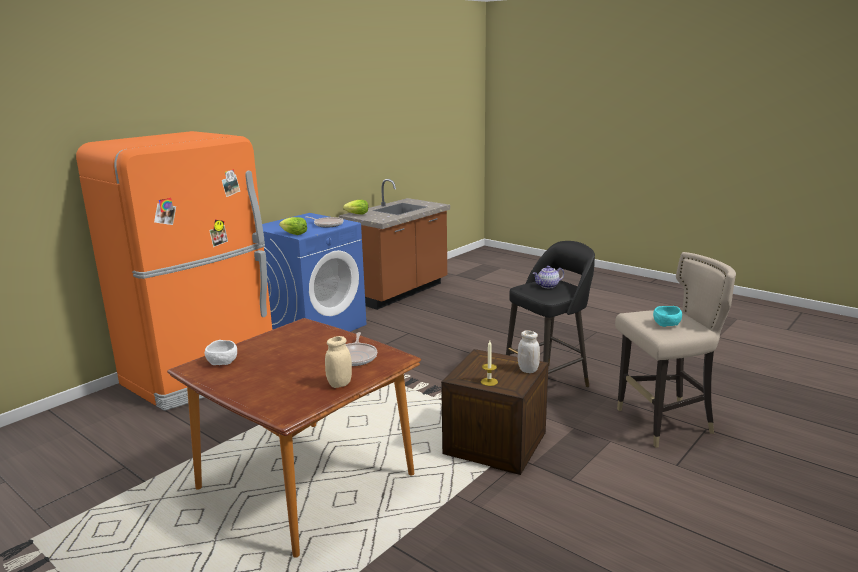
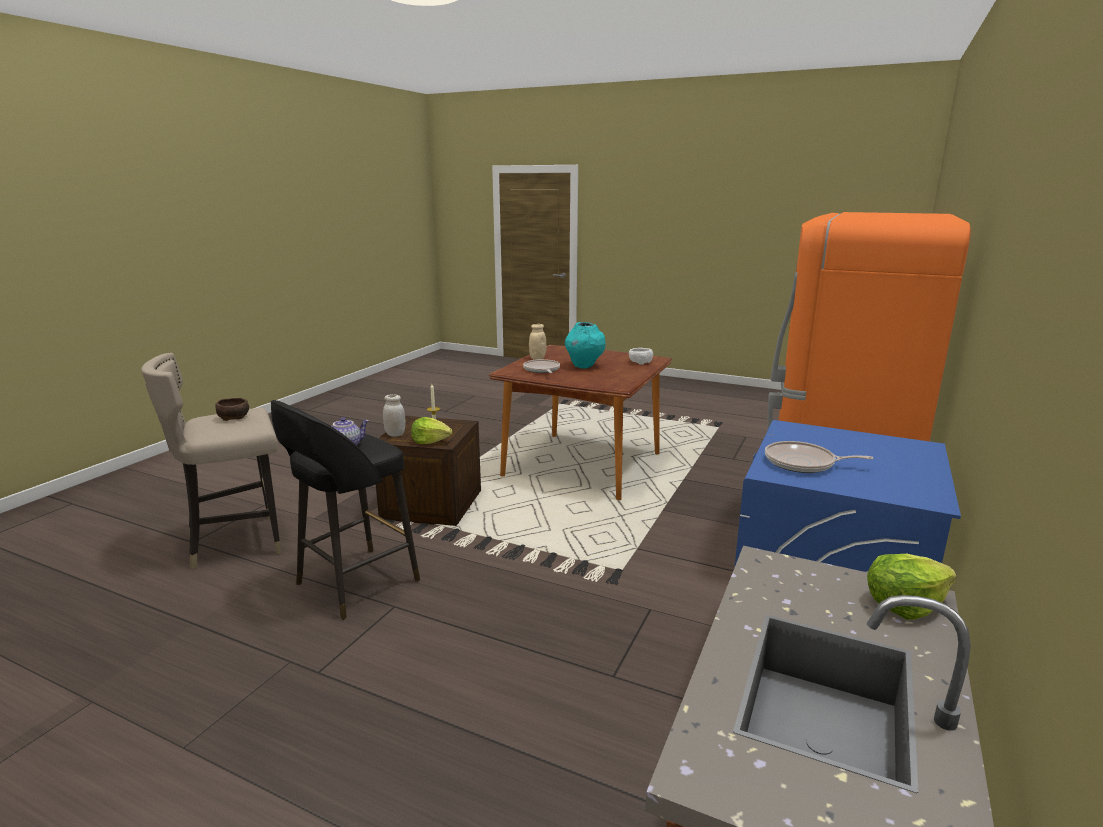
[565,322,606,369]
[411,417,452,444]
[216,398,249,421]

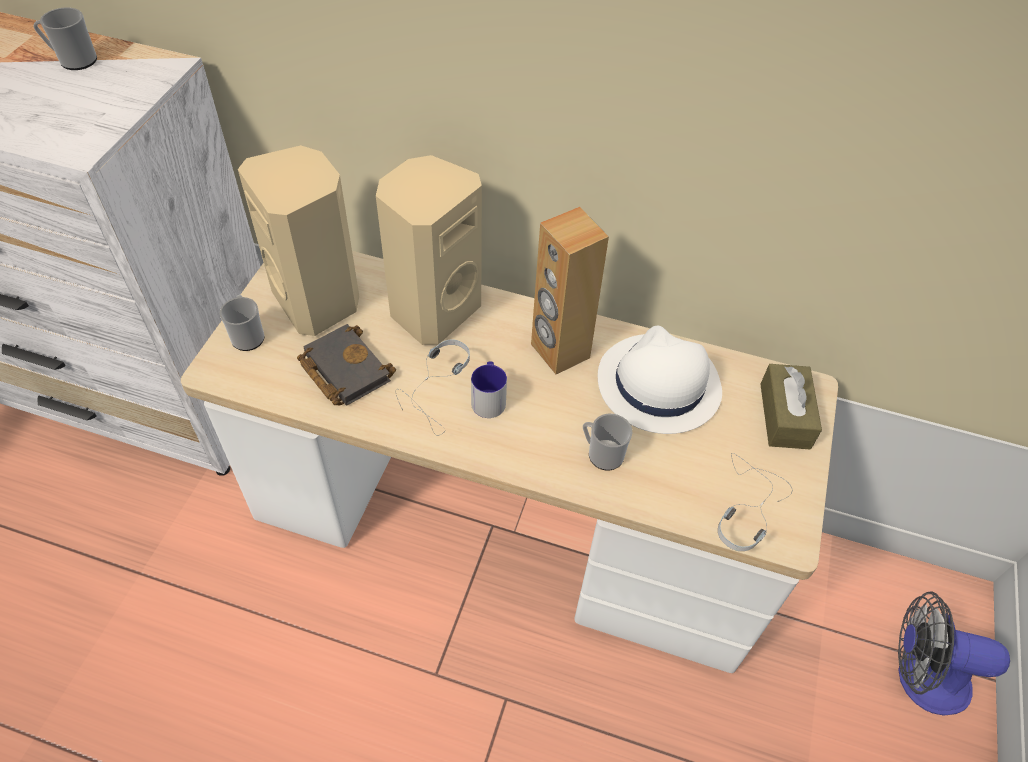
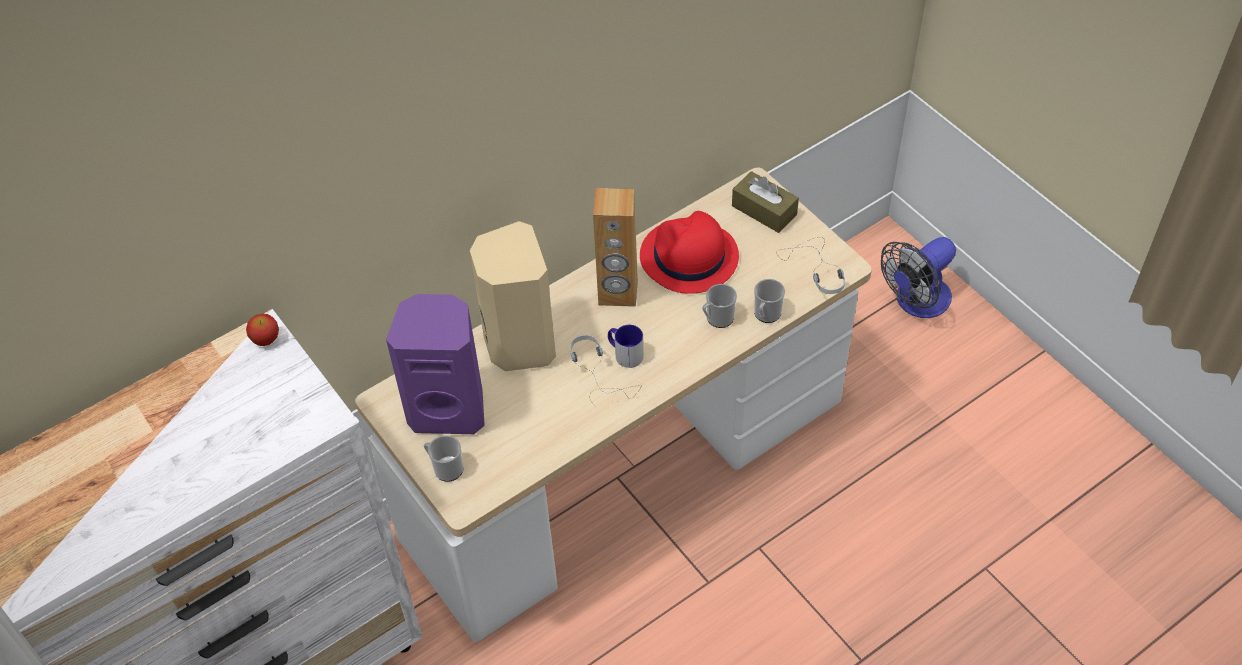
[297,324,396,406] (first image)
[246,314,279,346]
[754,279,785,323]
[386,294,485,434]
[640,211,739,294]

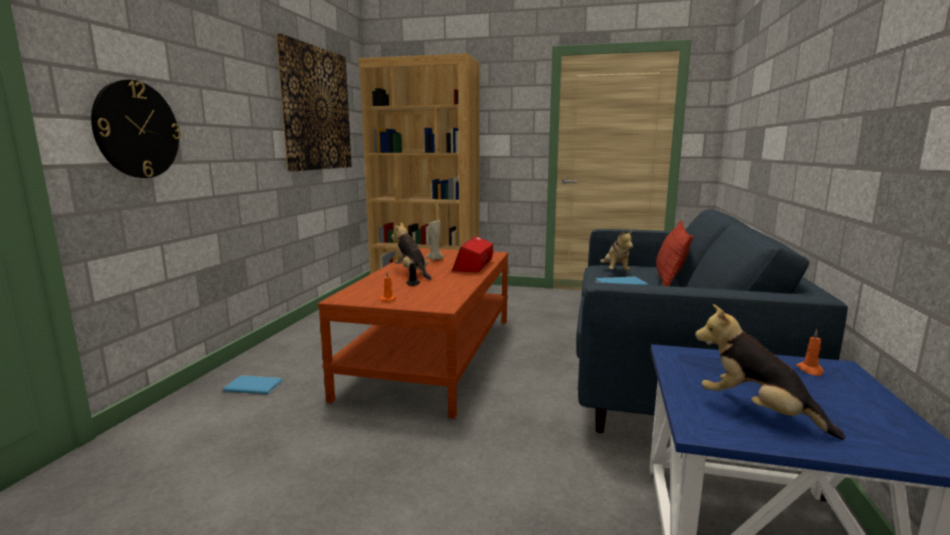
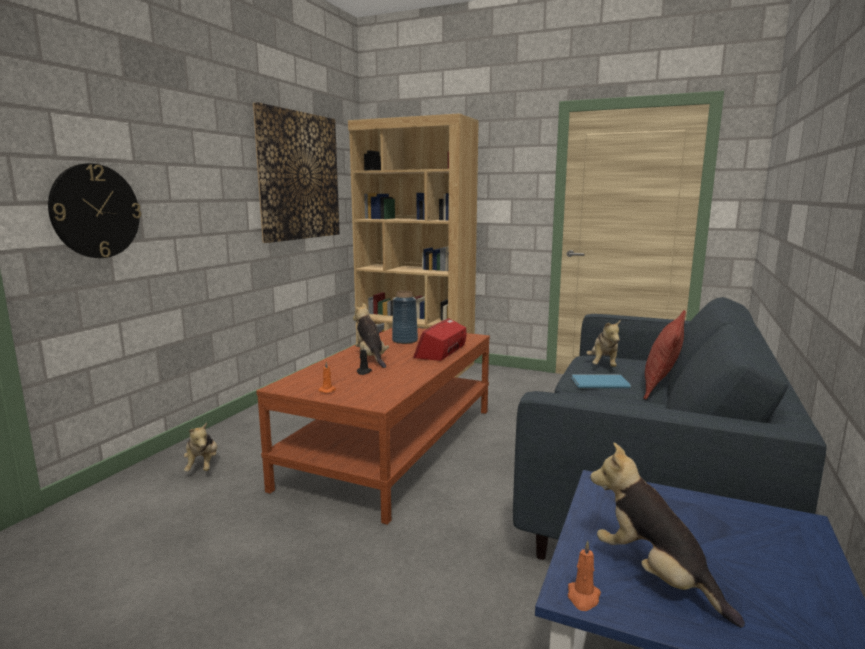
[568,540,601,611]
[184,422,217,472]
[392,291,418,344]

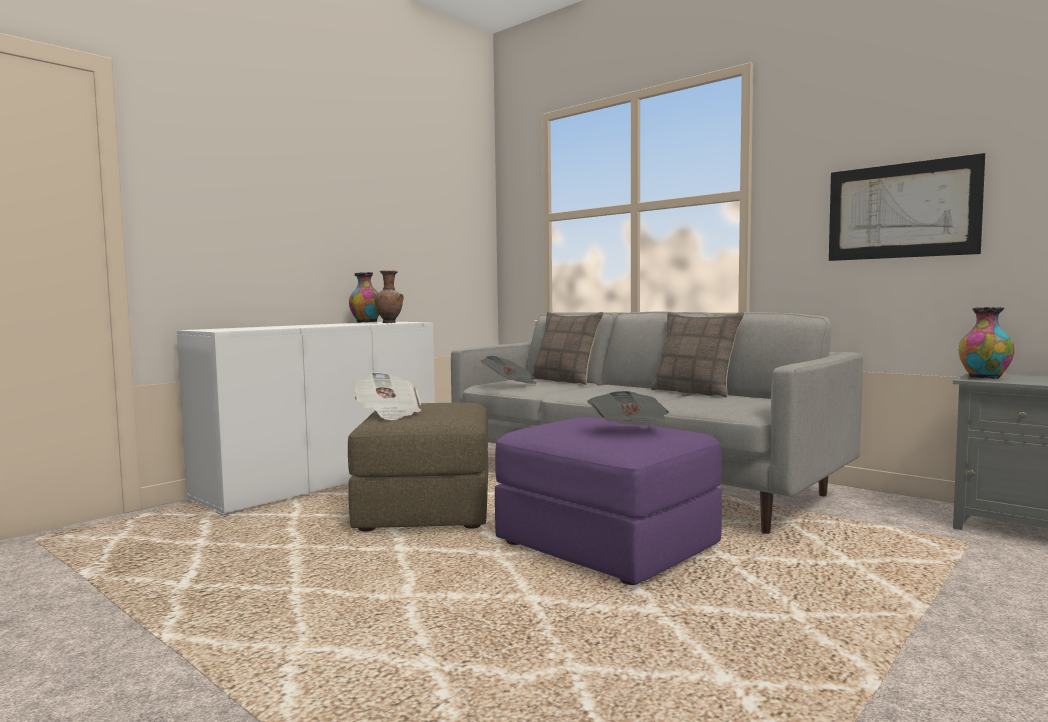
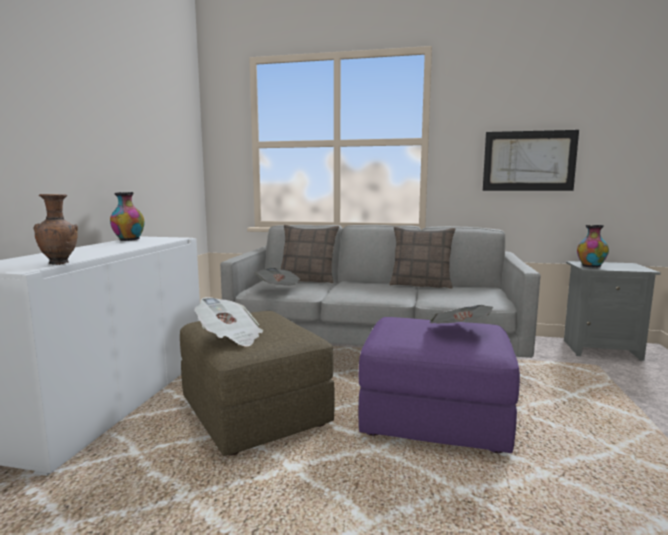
[34,194,78,265]

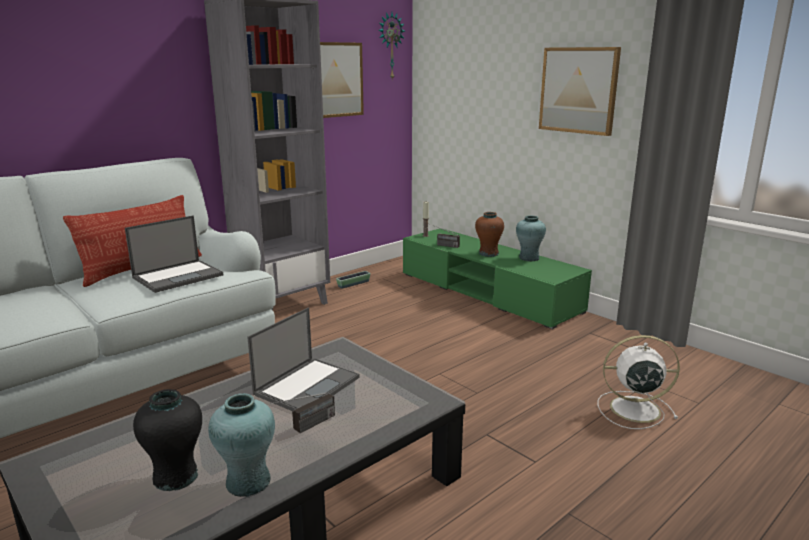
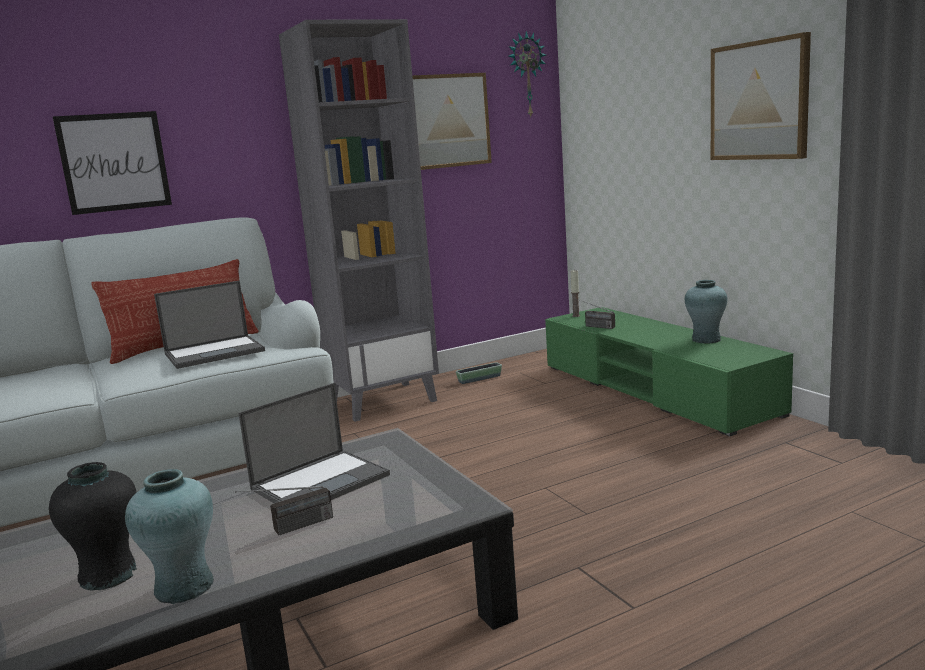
[475,212,504,257] (first image)
[598,335,680,429] (first image)
[53,111,172,215]

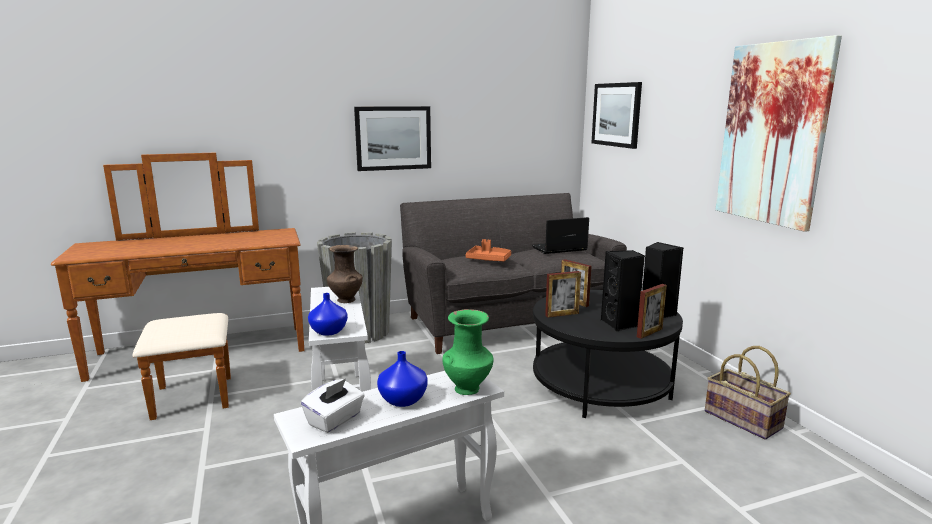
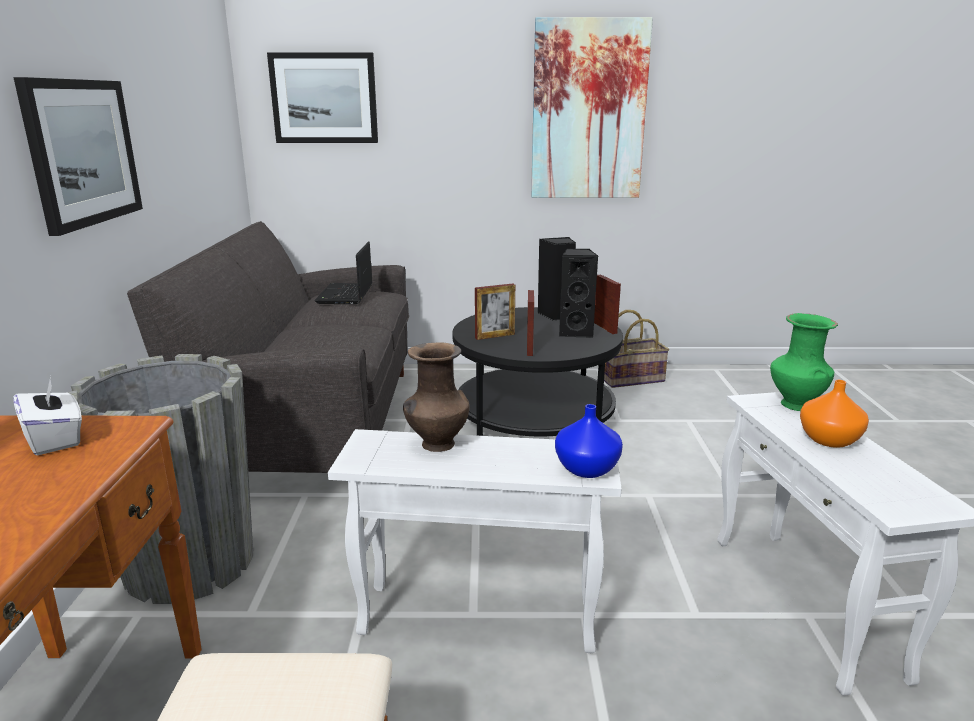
[466,239,511,261] (first image)
[13,376,82,455]
[800,380,869,448]

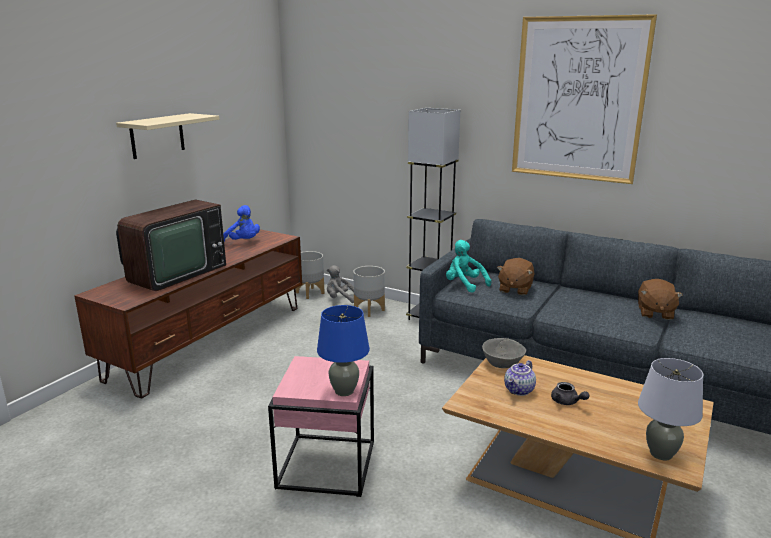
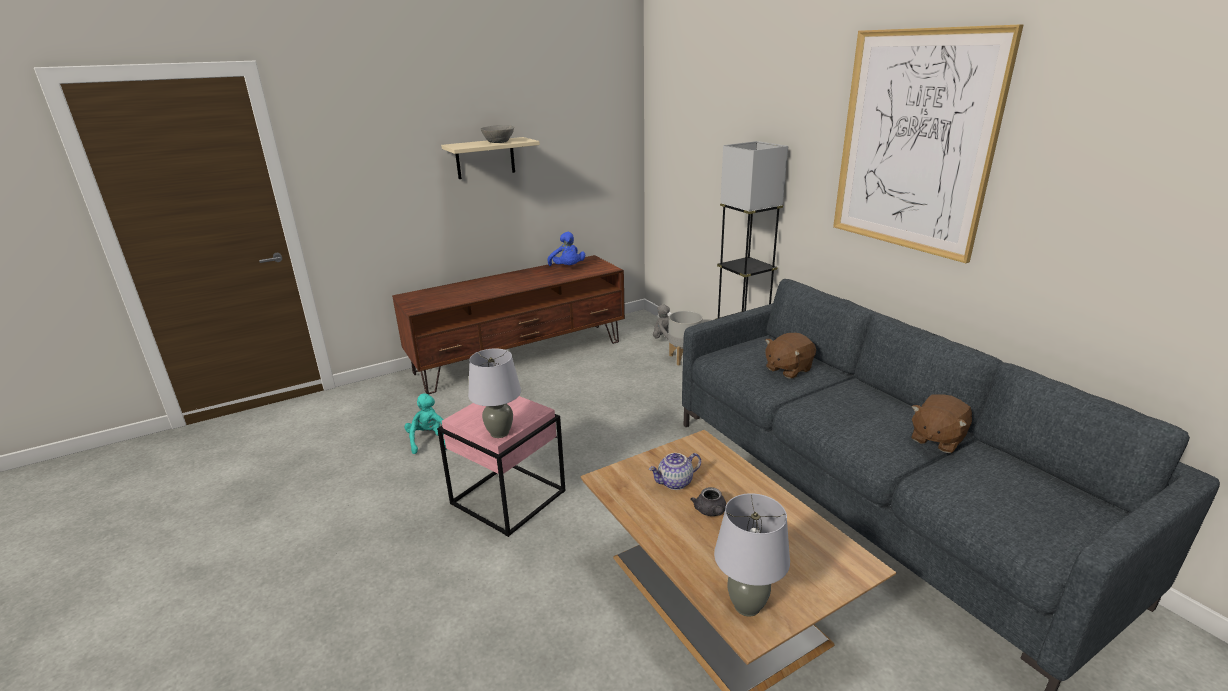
[116,199,226,291] (first image)
[295,251,325,299] (first image)
[405,393,447,454]
[481,125,514,143]
[468,348,521,438]

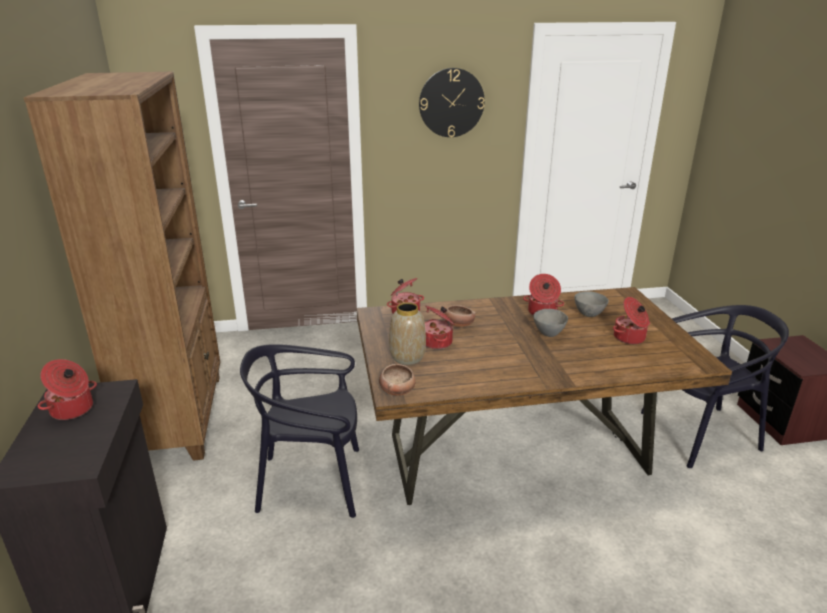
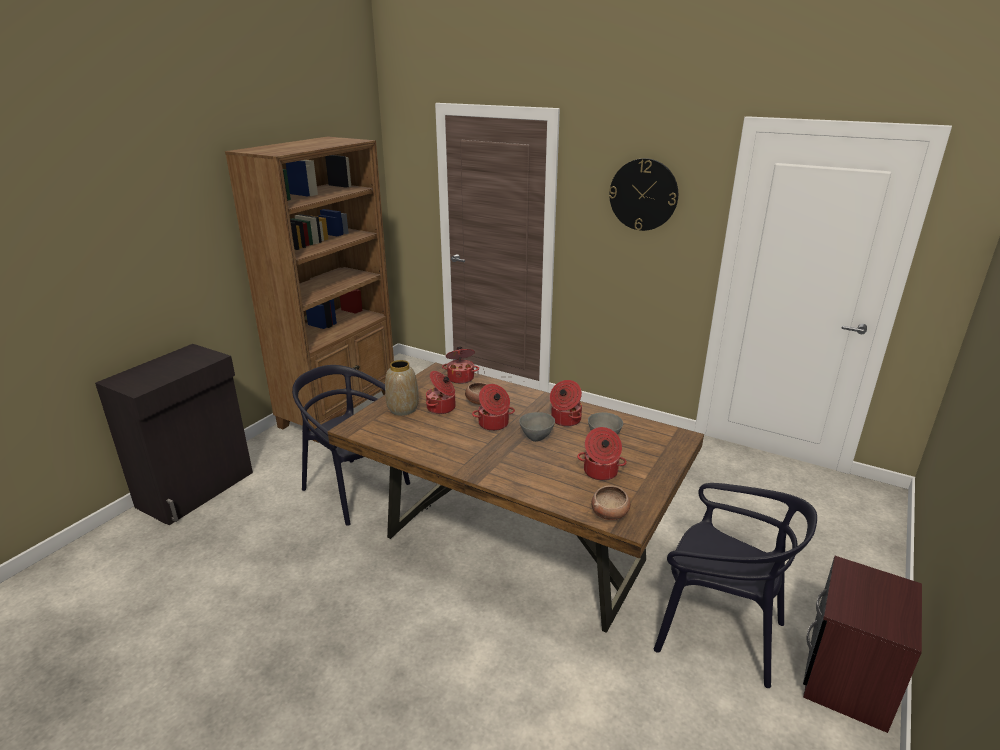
[472,384,515,431]
[591,485,630,520]

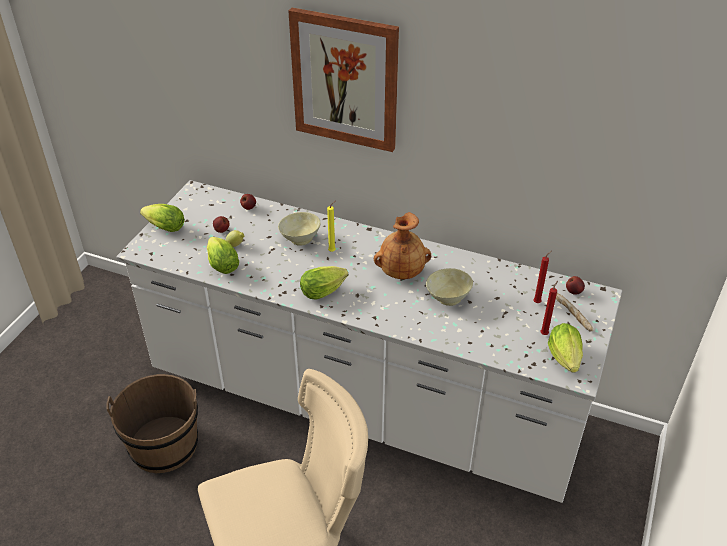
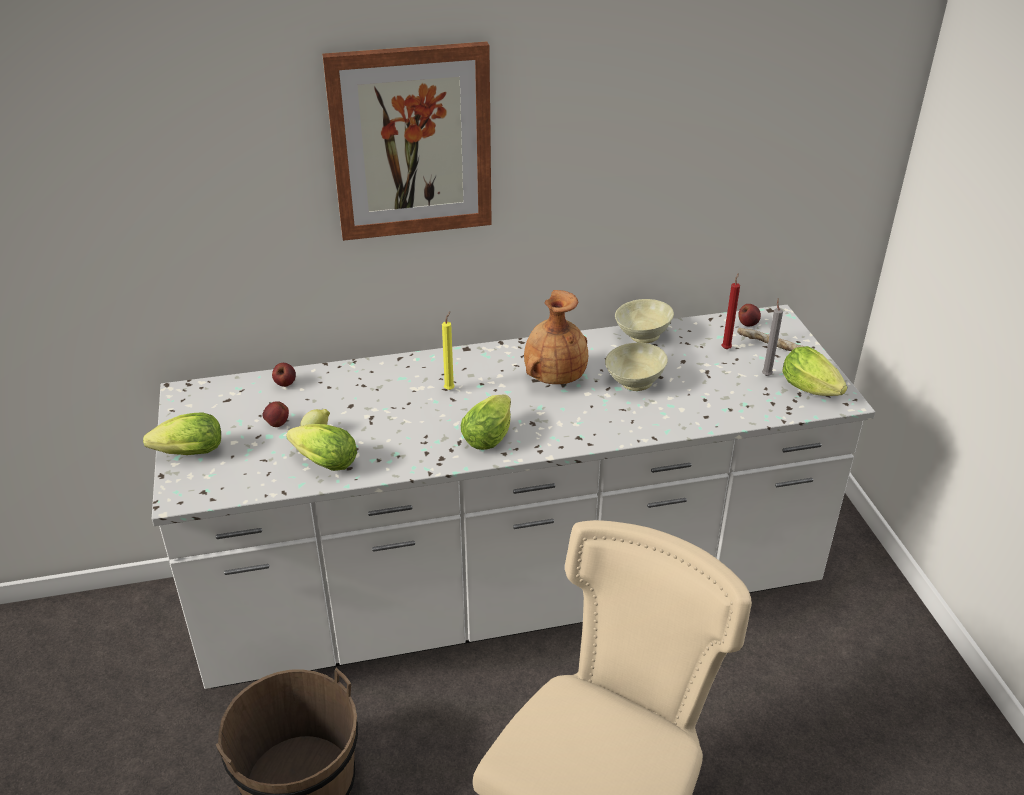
[615,299,674,343]
[762,298,783,376]

